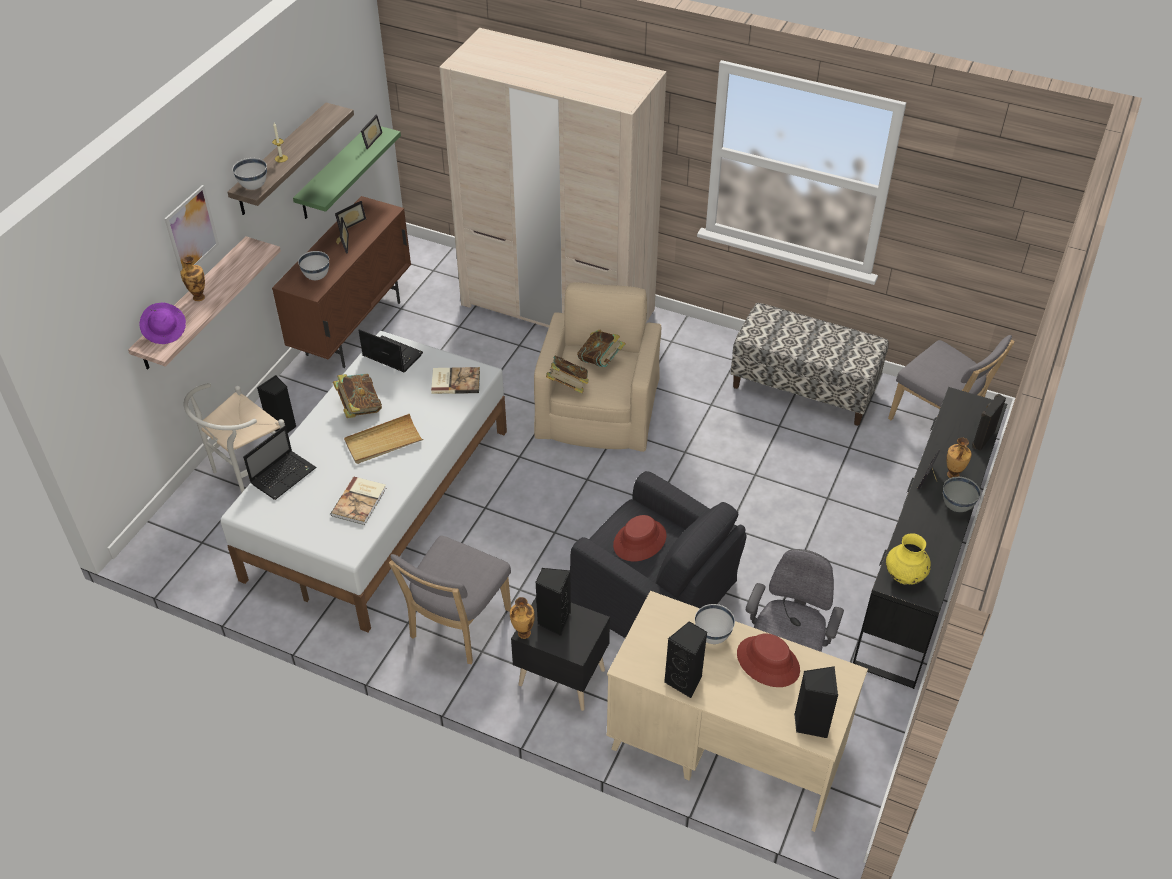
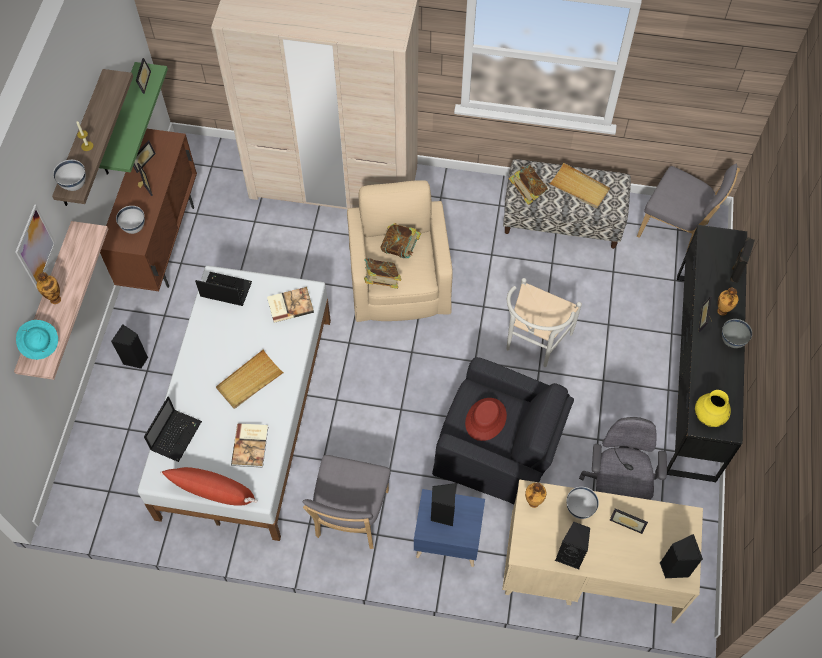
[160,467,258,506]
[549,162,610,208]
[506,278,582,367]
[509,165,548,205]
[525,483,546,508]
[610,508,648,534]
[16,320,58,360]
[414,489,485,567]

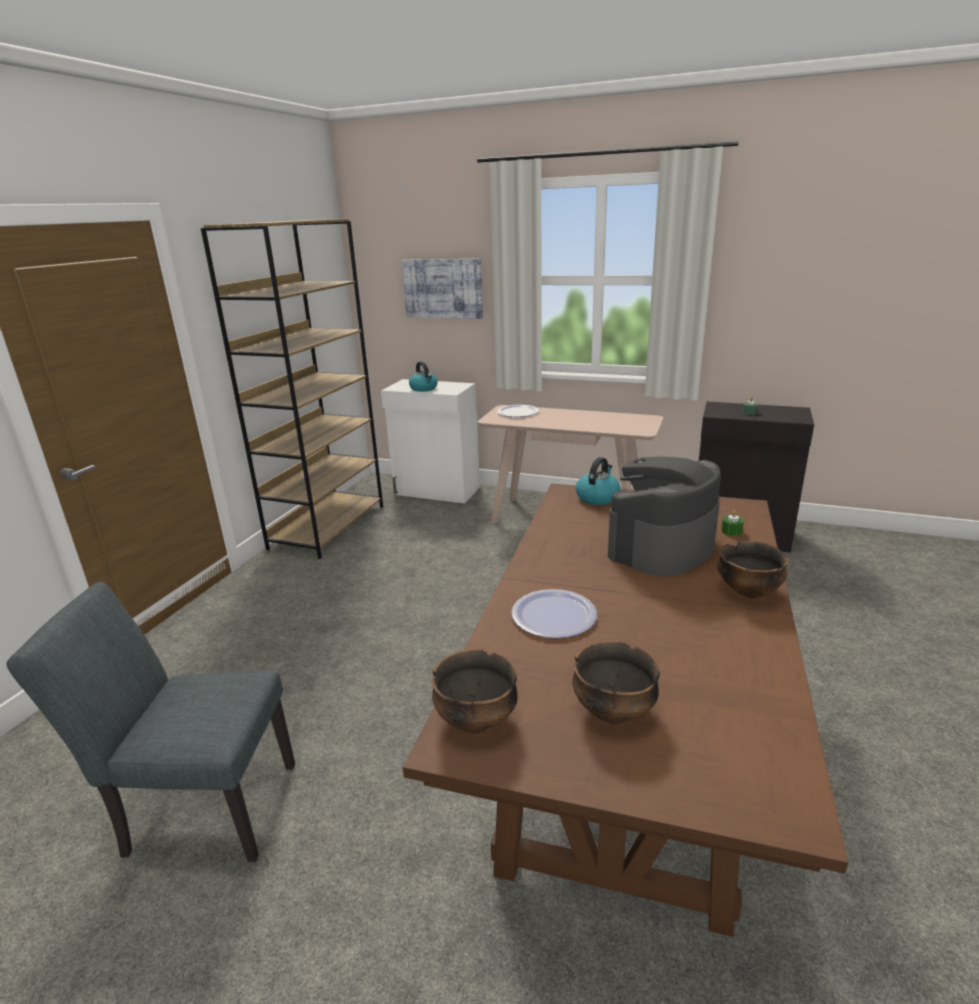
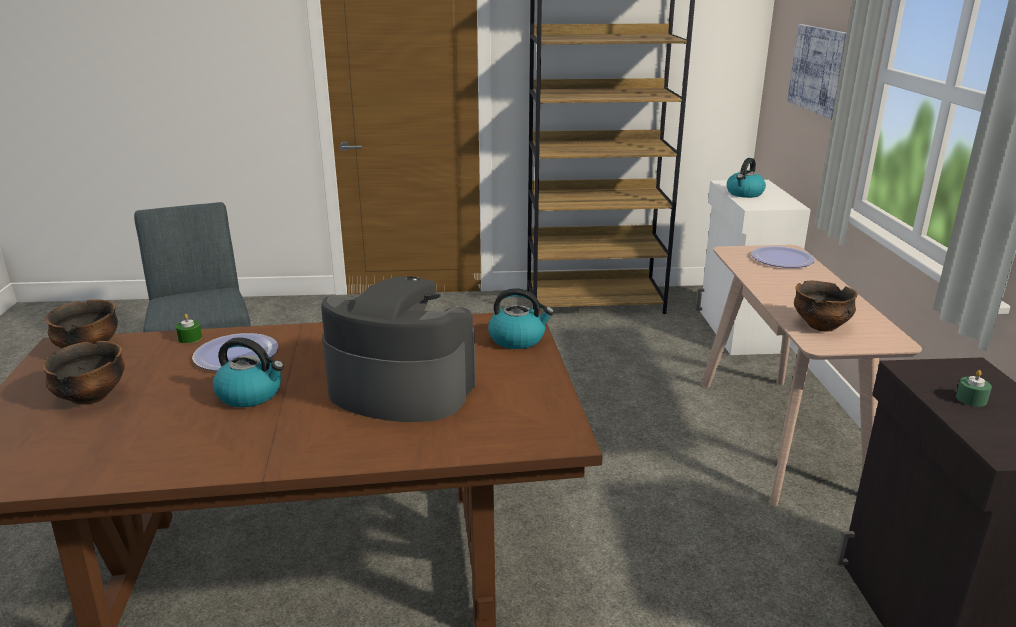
[213,337,284,407]
[794,280,858,331]
[176,314,202,343]

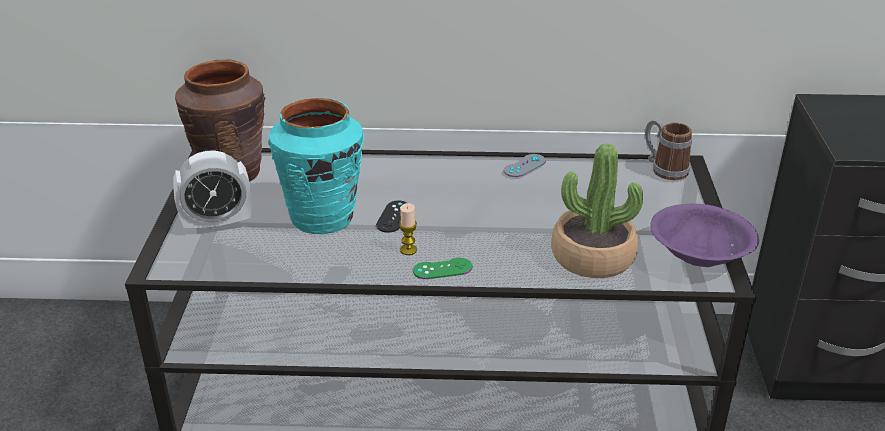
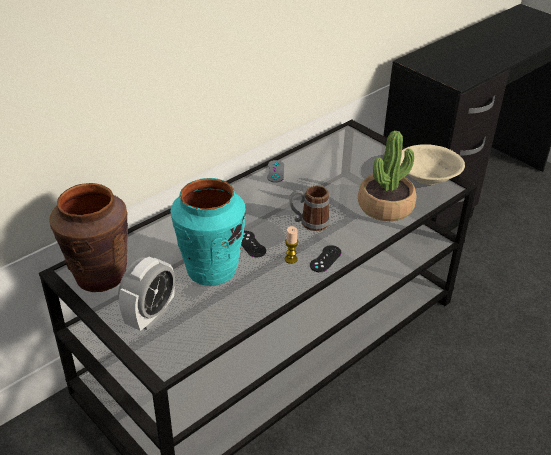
[289,185,330,231]
[310,245,341,272]
[400,144,465,185]

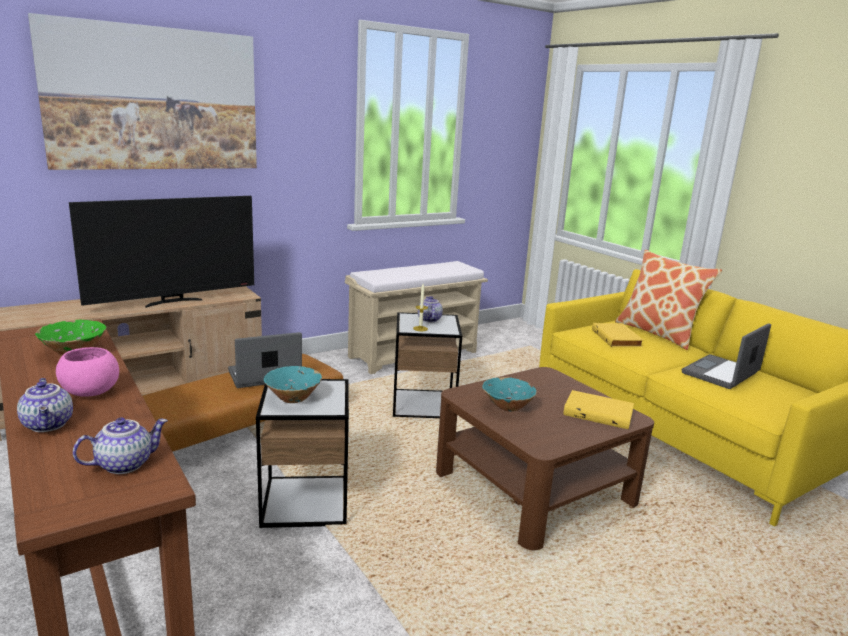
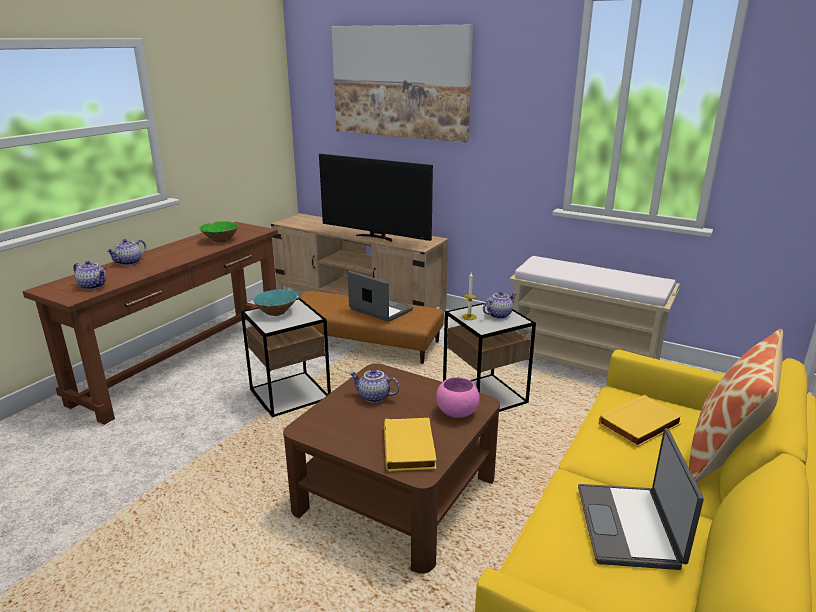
[436,377,480,418]
[349,369,400,403]
[578,428,704,570]

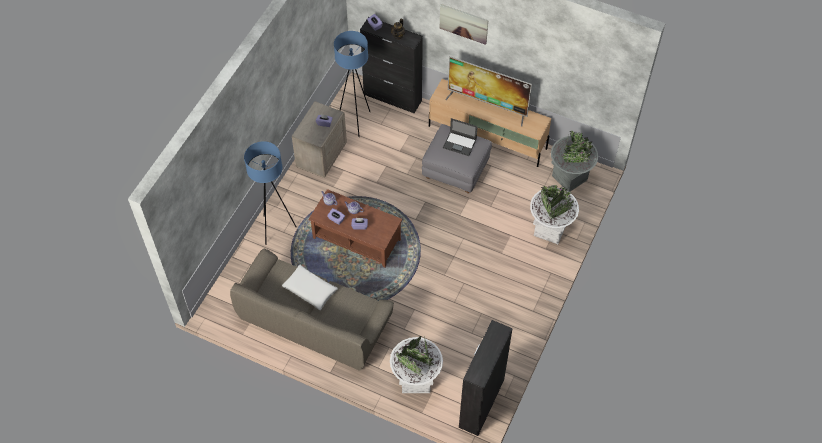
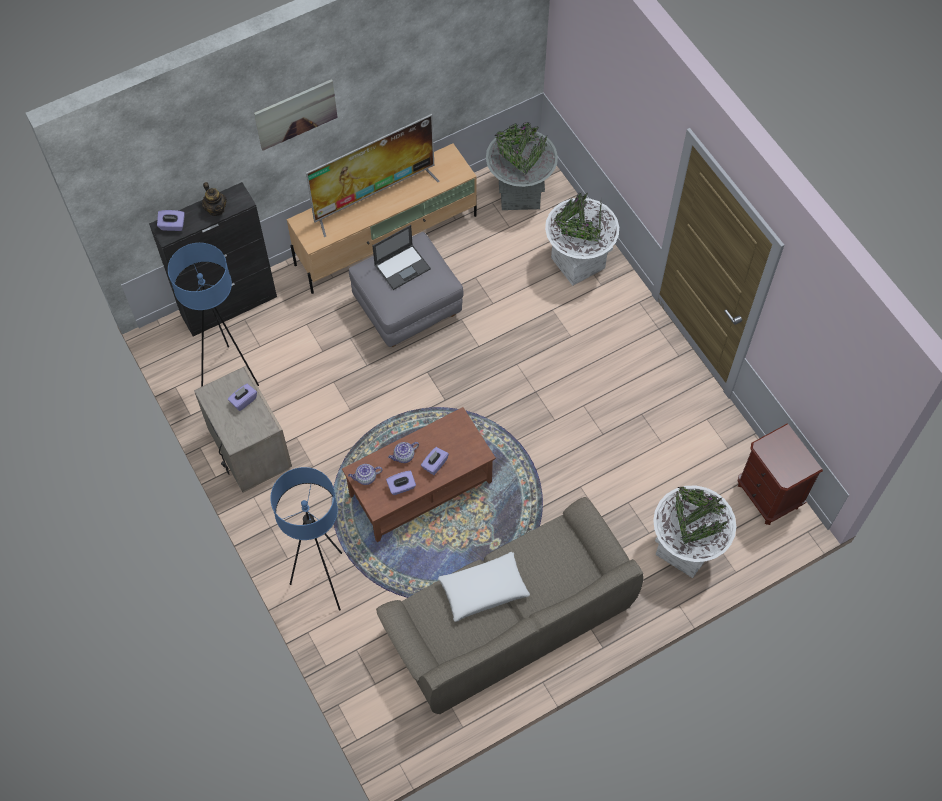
[738,424,823,525]

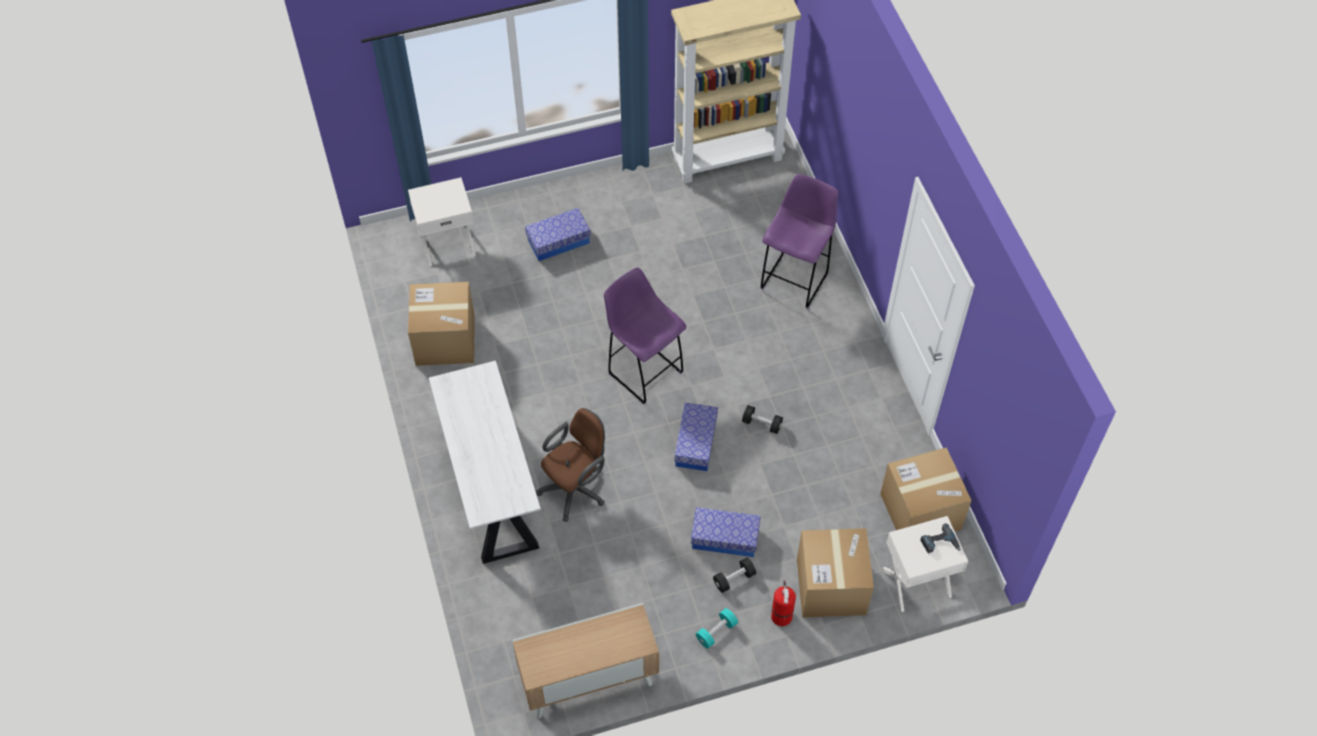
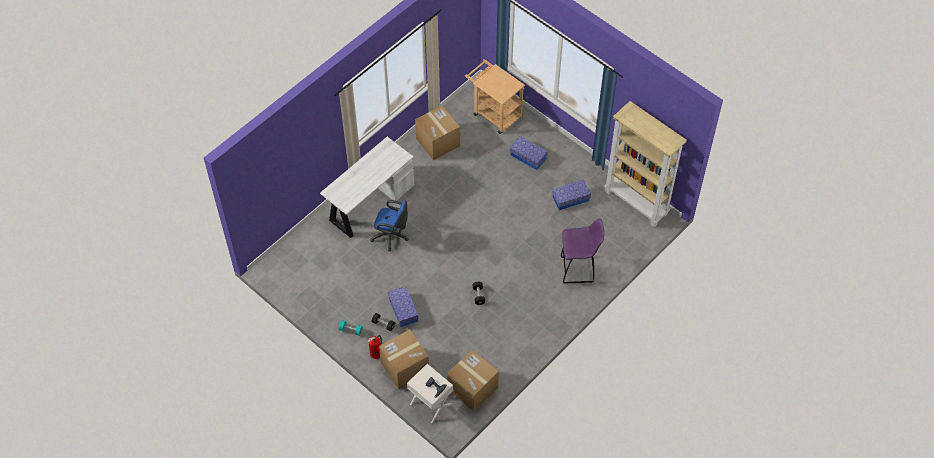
[512,603,659,719] (first image)
[604,268,686,404] (first image)
[552,180,591,210]
[465,59,525,134]
[370,200,409,251]

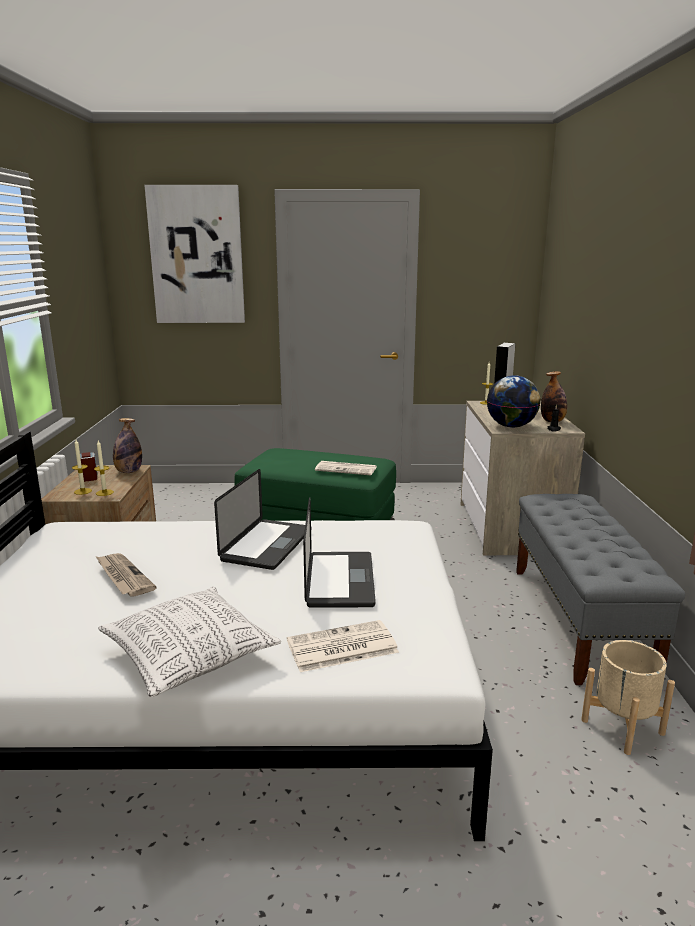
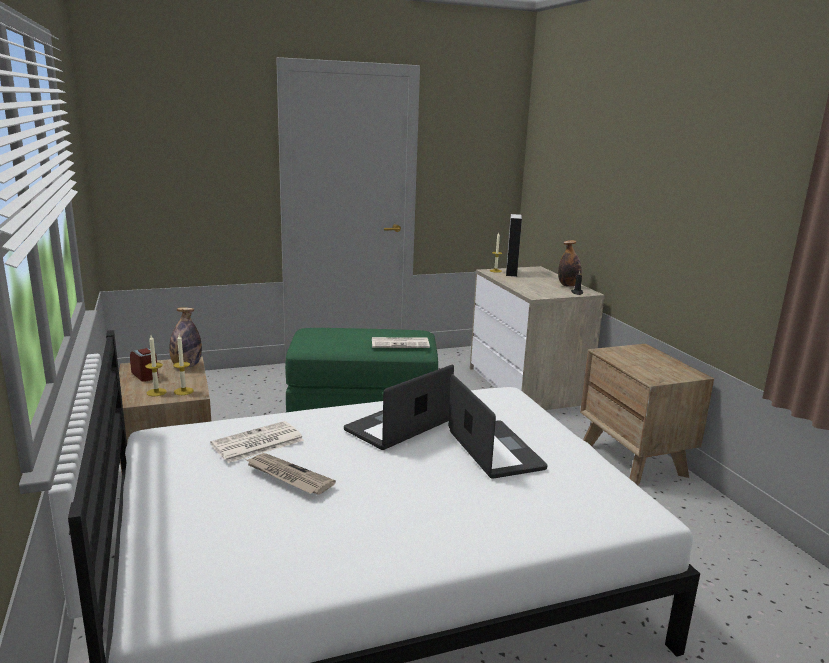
[98,587,281,697] (first image)
[144,185,245,323] (first image)
[487,375,540,428] (first image)
[581,640,675,755] (first image)
[210,421,304,463]
[580,344,714,485]
[344,365,454,450]

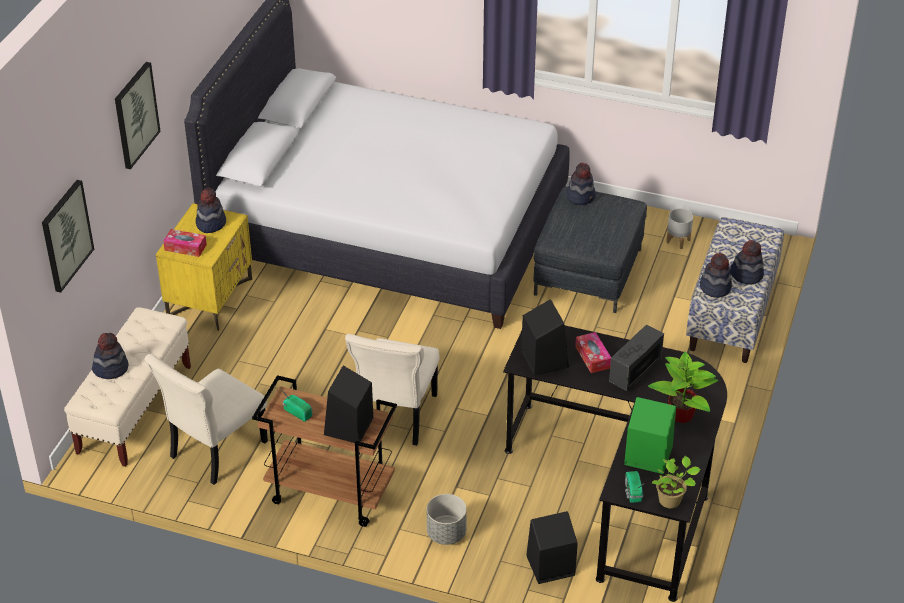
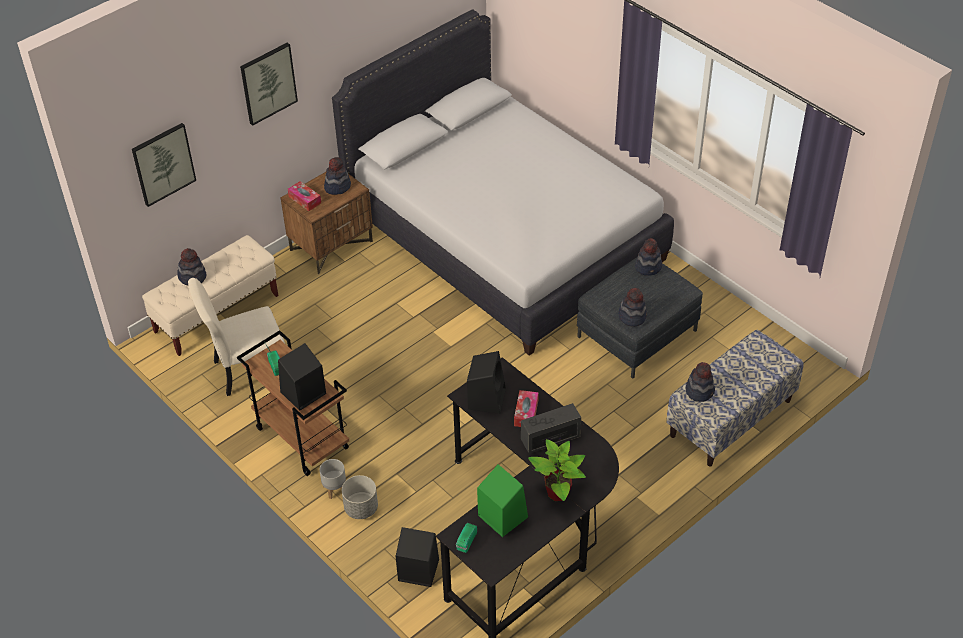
[345,334,440,446] (first image)
[652,456,701,508] (first image)
[319,459,346,499]
[618,288,647,327]
[281,172,373,274]

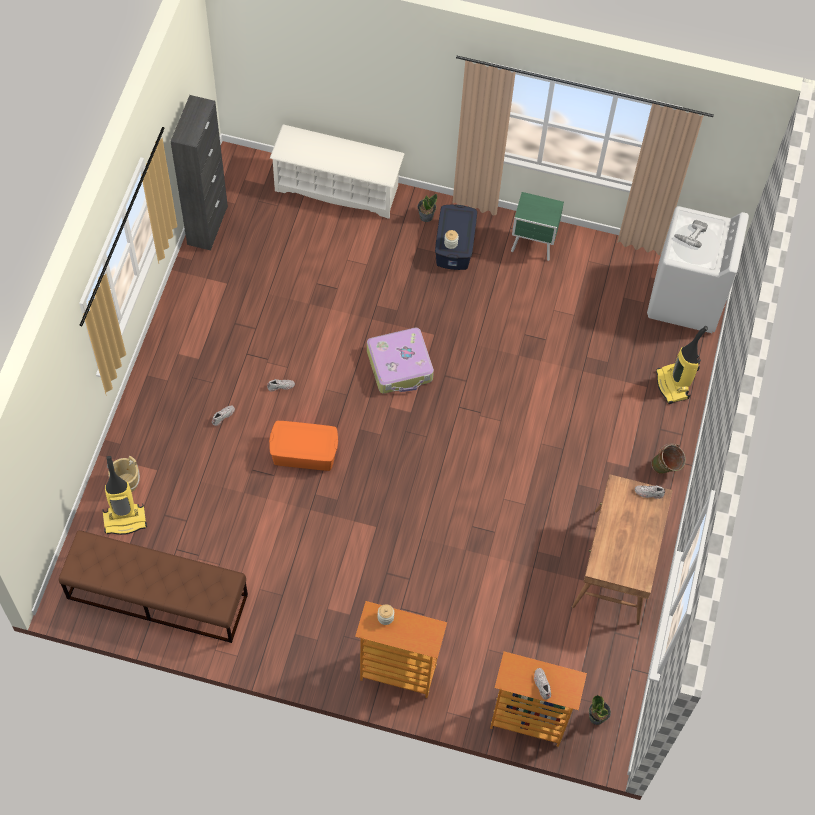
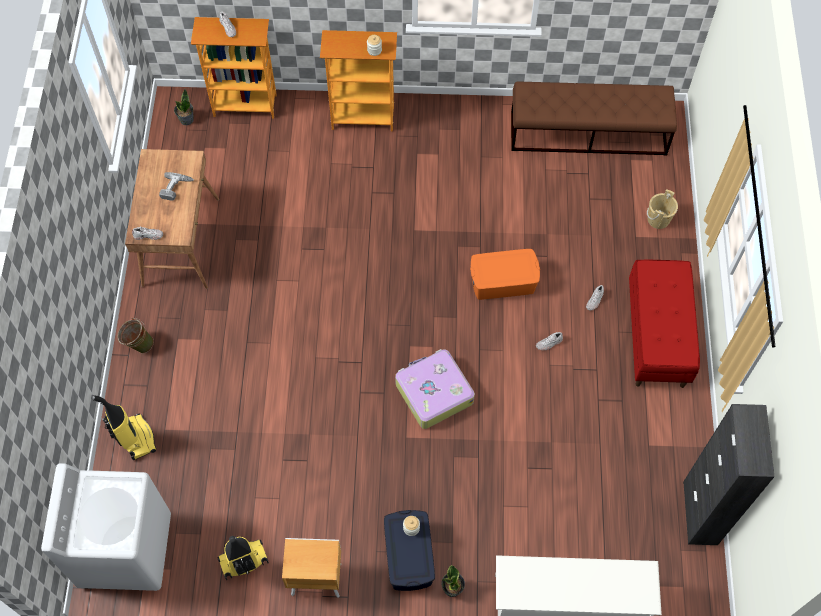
[629,260,700,388]
[217,536,269,580]
[159,172,194,201]
[282,538,342,598]

